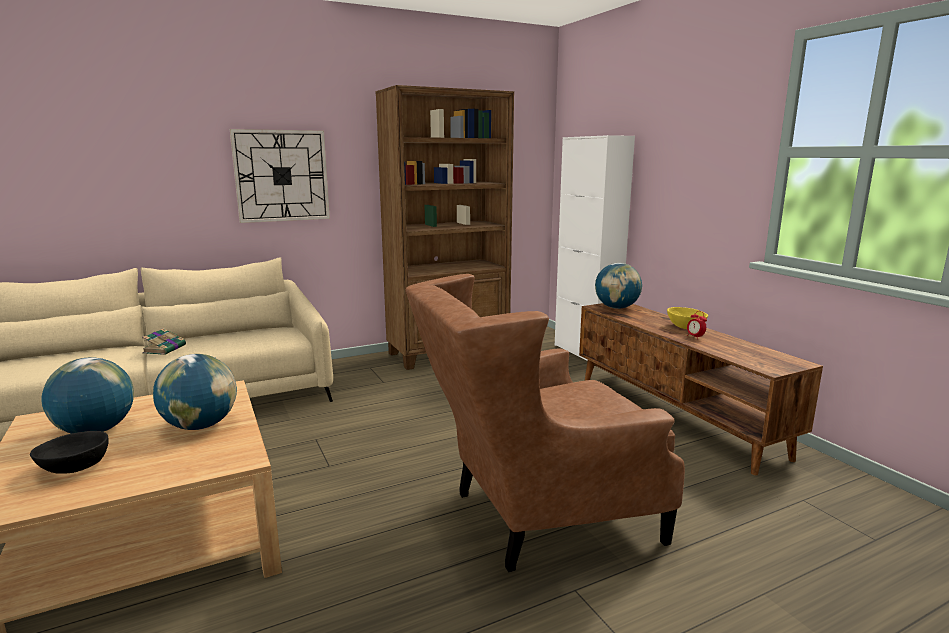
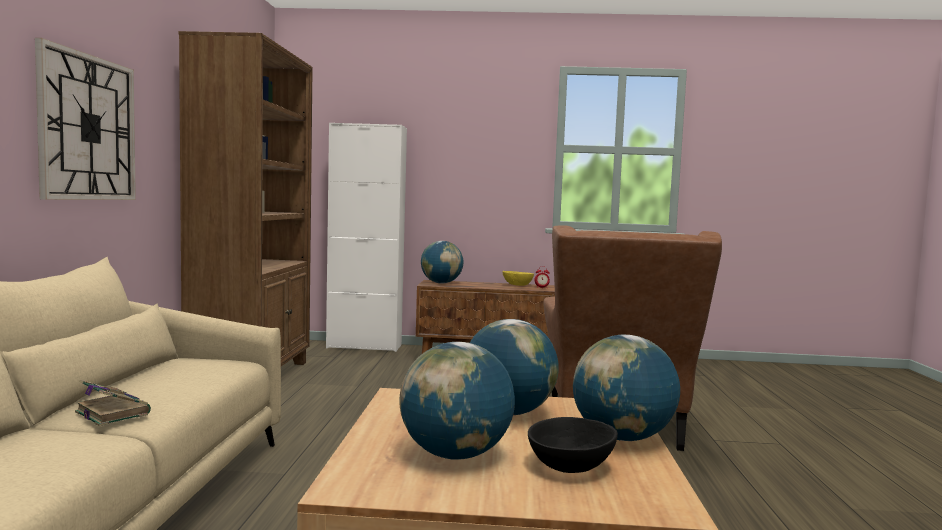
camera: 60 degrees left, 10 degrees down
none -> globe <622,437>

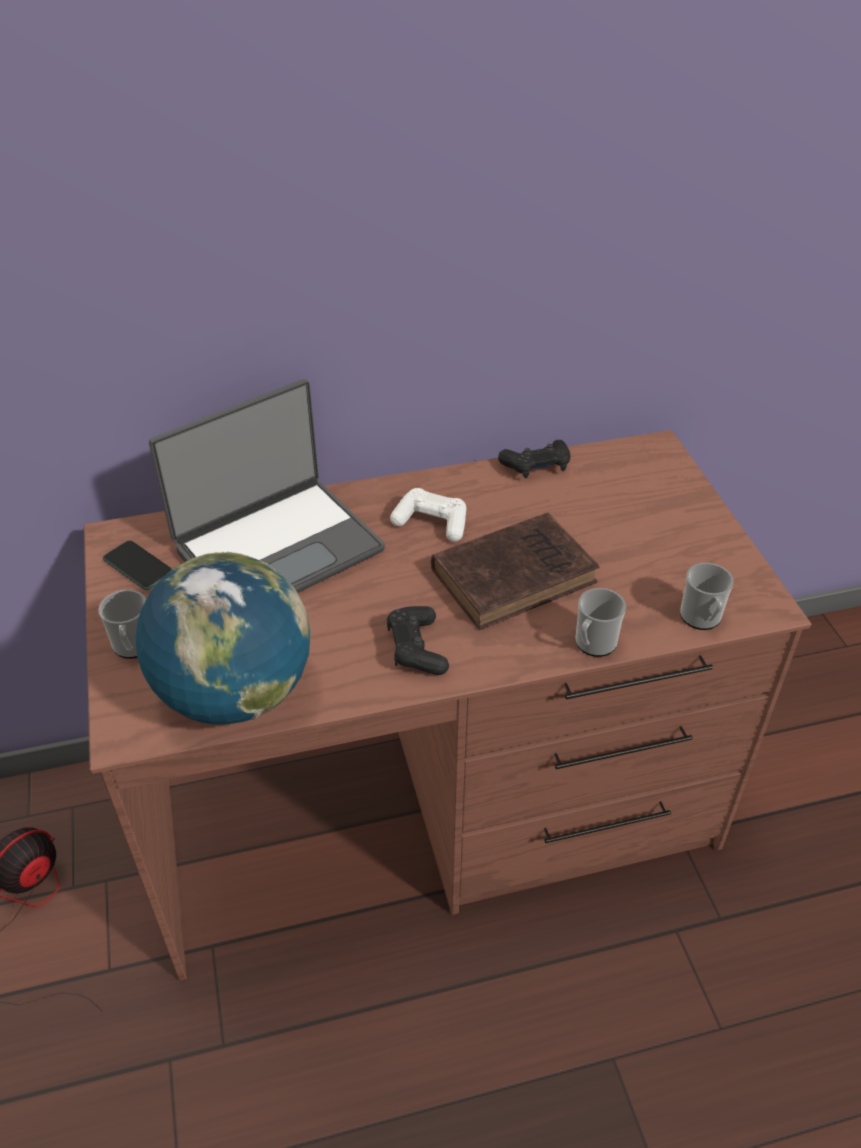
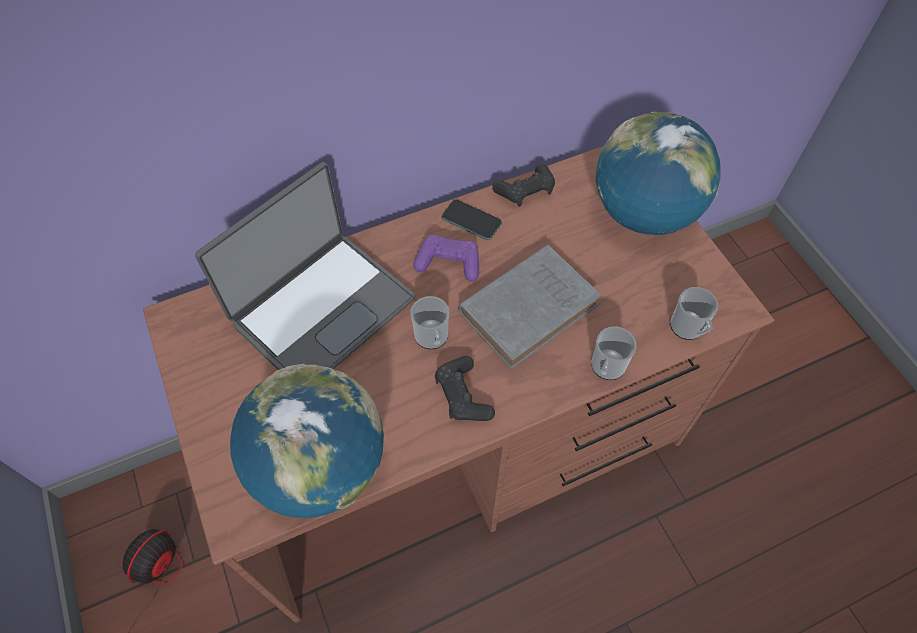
camera: 10 degrees left, 15 degrees up
white game controller <431,523> -> purple game controller <449,263>
brown book <517,575> -> grey book <531,307>
phone <138,566> -> phone <471,220>, shifted
mug <133,647> -> mug <432,338>, shifted
none -> globe <643,213>

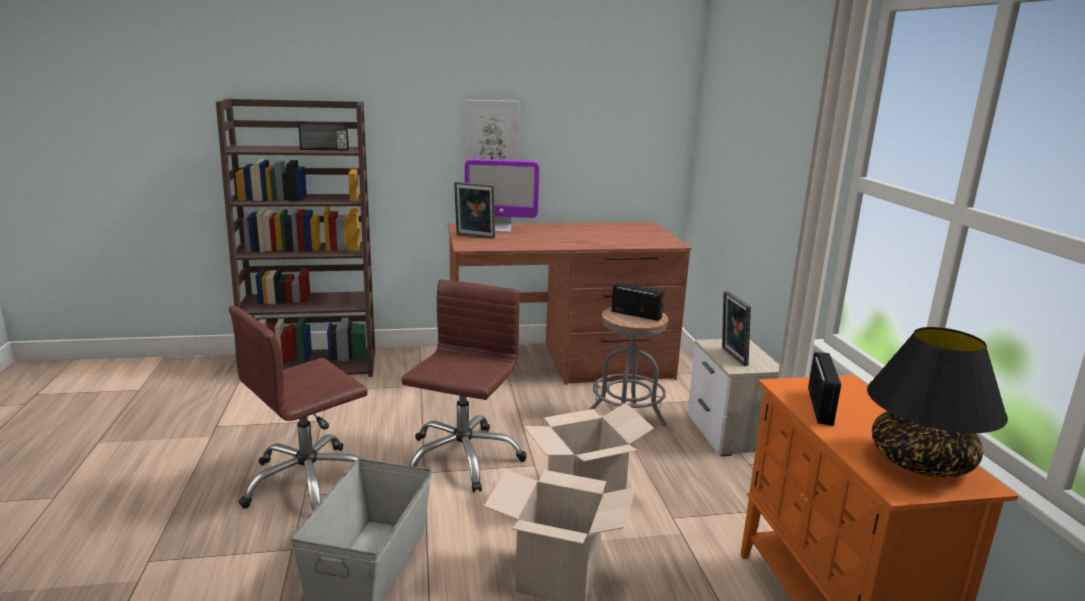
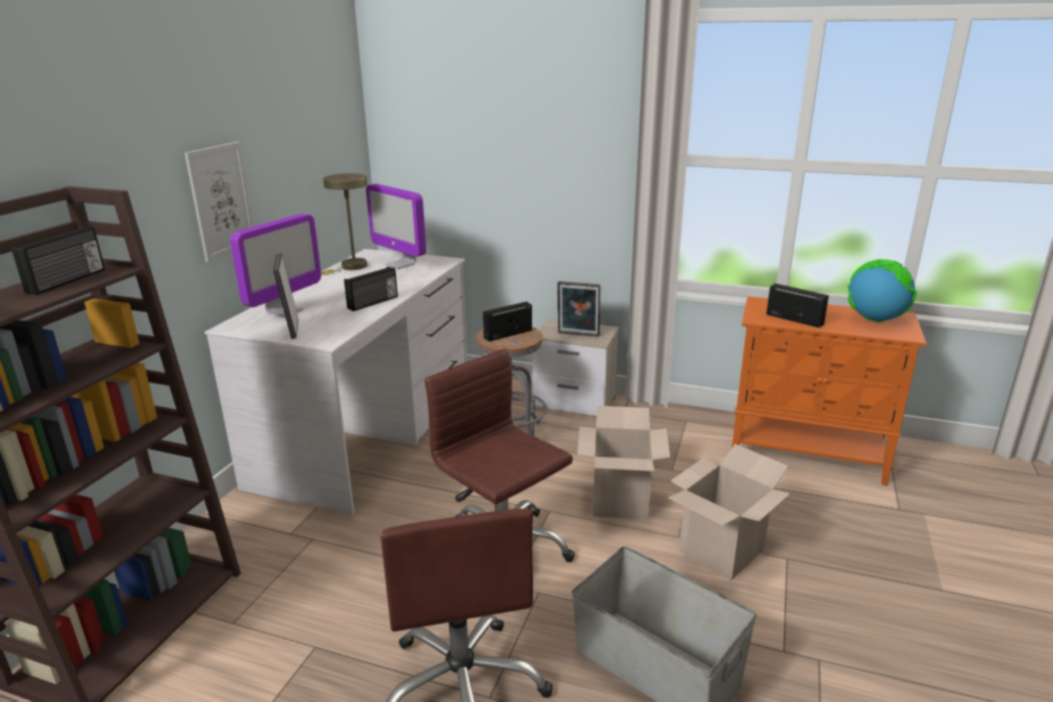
camera: 60 degrees left, 5 degrees up
picture frame <474,236> -> picture frame <291,329>, 120 degrees clockwise
brown desk <559,363> -> white desk <368,433>
black table lamp <920,461> -> globe <875,319>
none -> beige table lamp <350,267>
none -> monitor <401,264>
none -> radio <373,303>

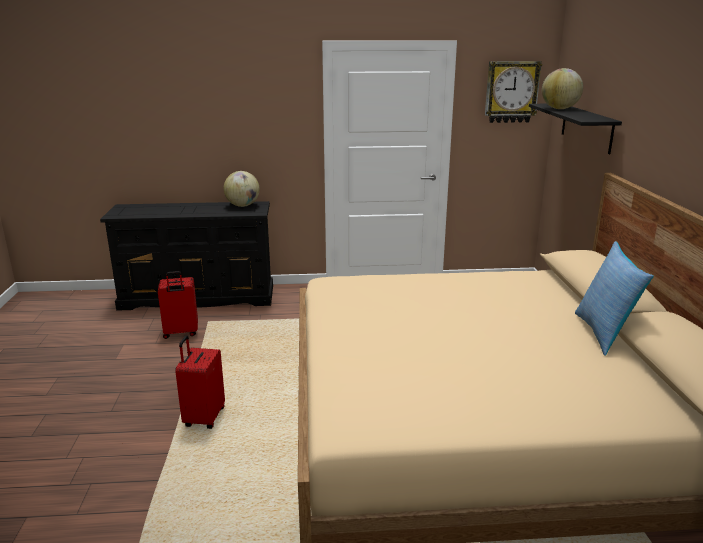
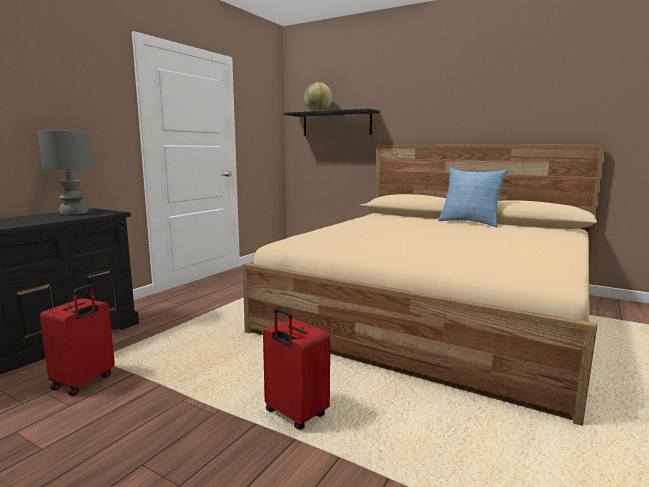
camera: 55 degrees left, 10 degrees down
wall clock <511,92> -> none
globe <242,205> -> grey table lamp <74,212>

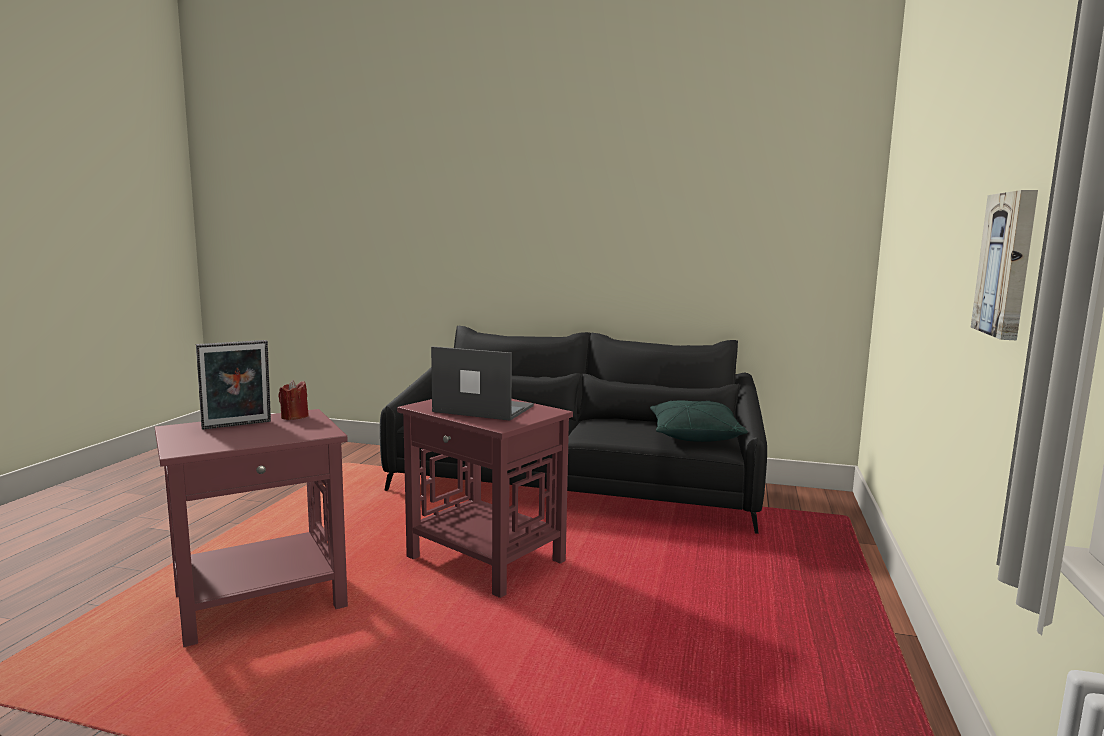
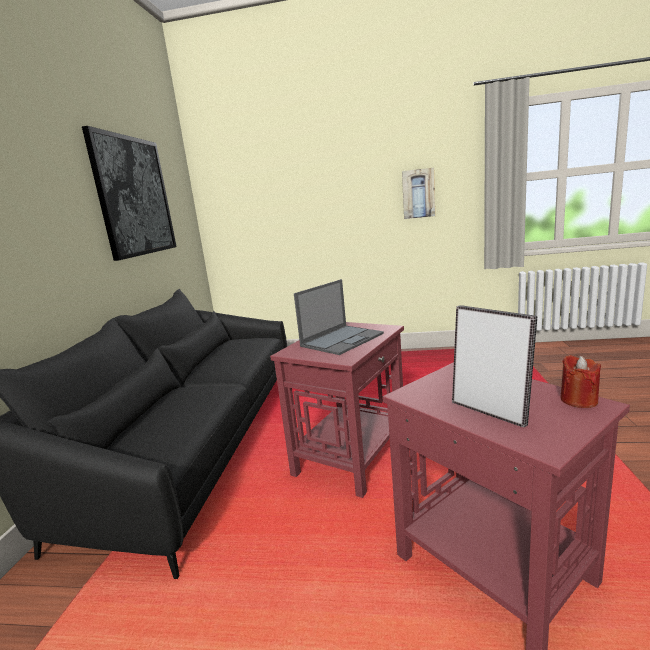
camera: 95 degrees left, 5 degrees up
laptop <482,409> -> laptop <342,339>, 150 degrees counterclockwise
red candle <294,417> -> red candle <578,400>, shifted
green pillow <694,435> -> none
none -> picture <134,196>

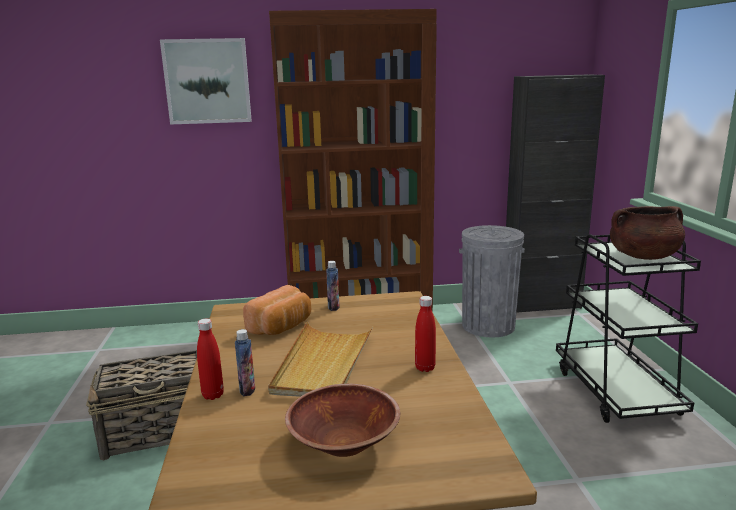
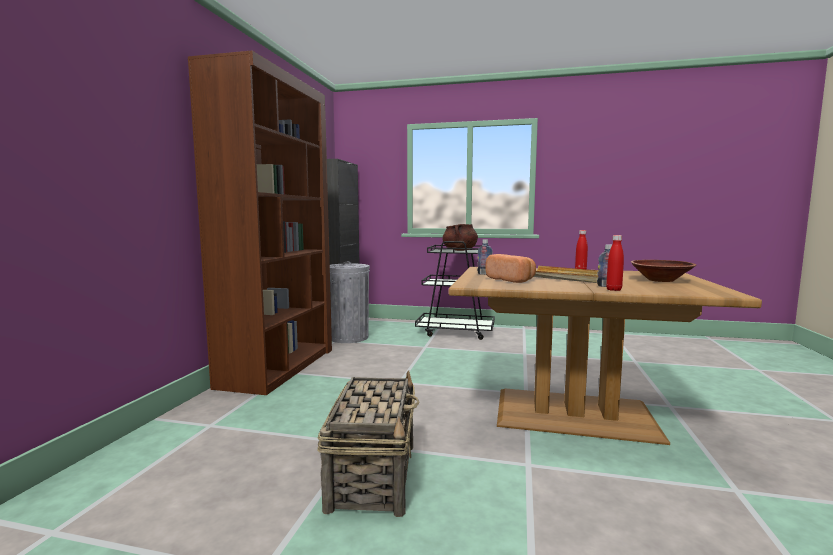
camera: 70 degrees left, 10 degrees down
picture <207,81> -> none

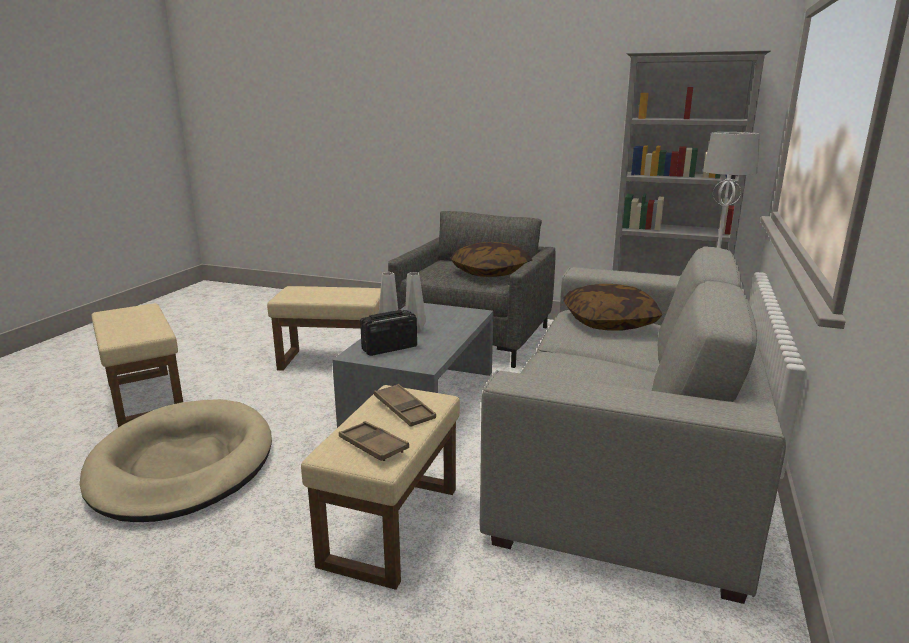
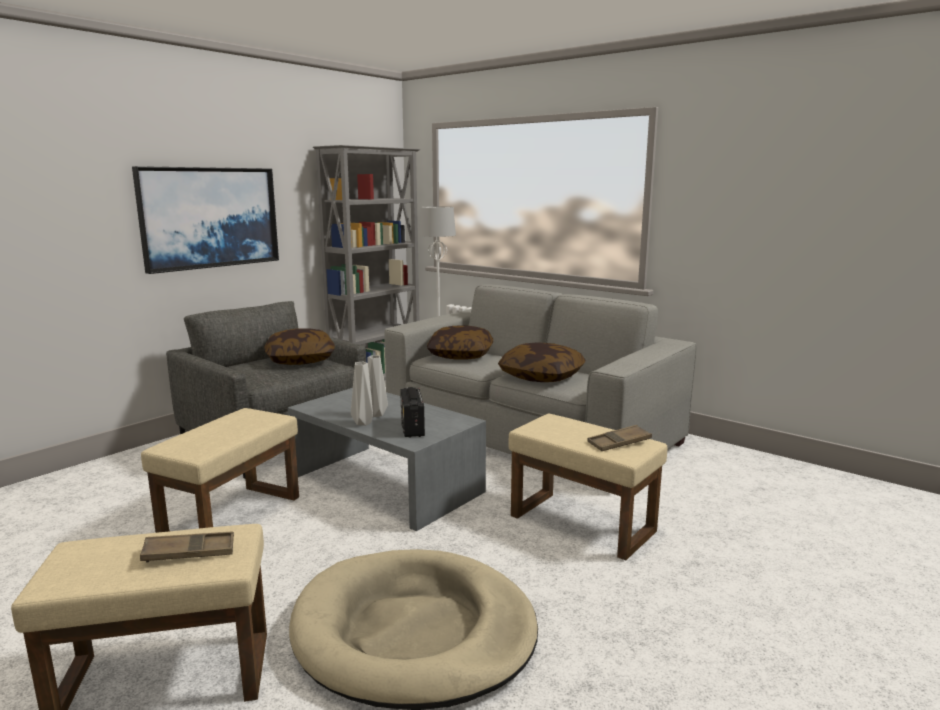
camera: 70 degrees left, 5 degrees down
brown tray <404,410> -> brown tray <189,552>, shifted
none -> picture <210,217>
none -> pillow <541,376>

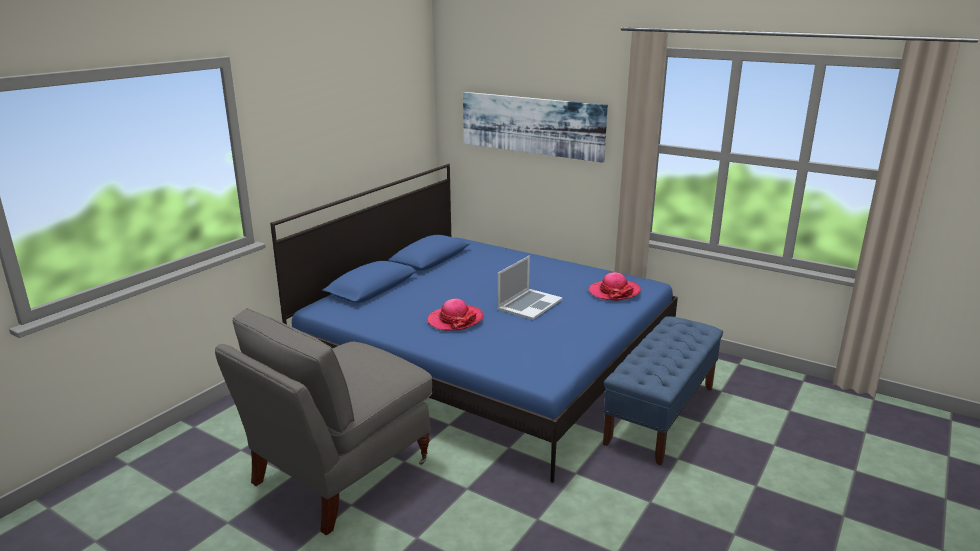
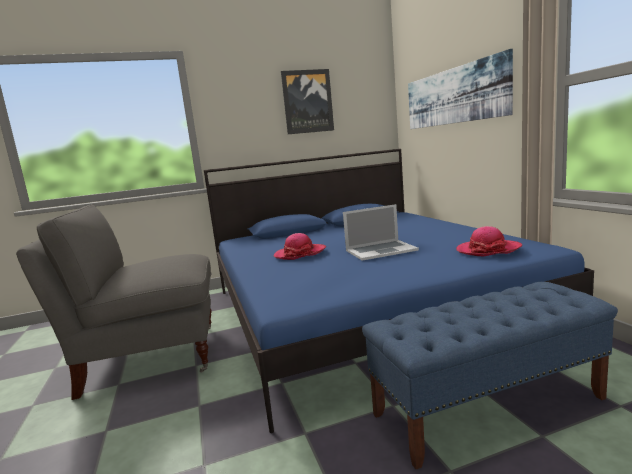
camera: 40 degrees right, 10 degrees down
none -> picture <307,101>

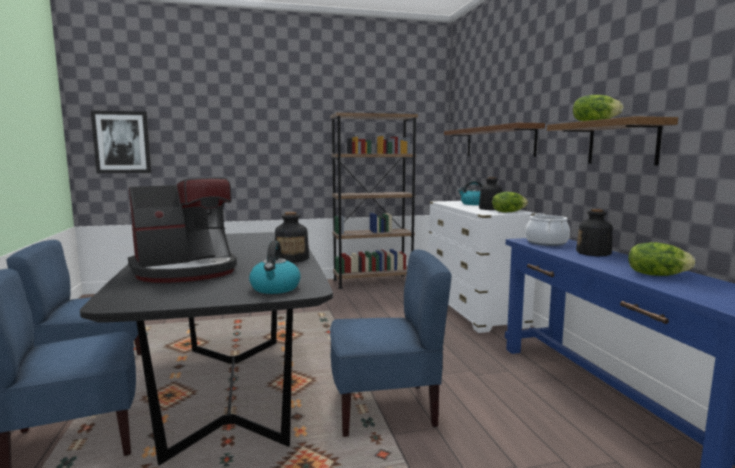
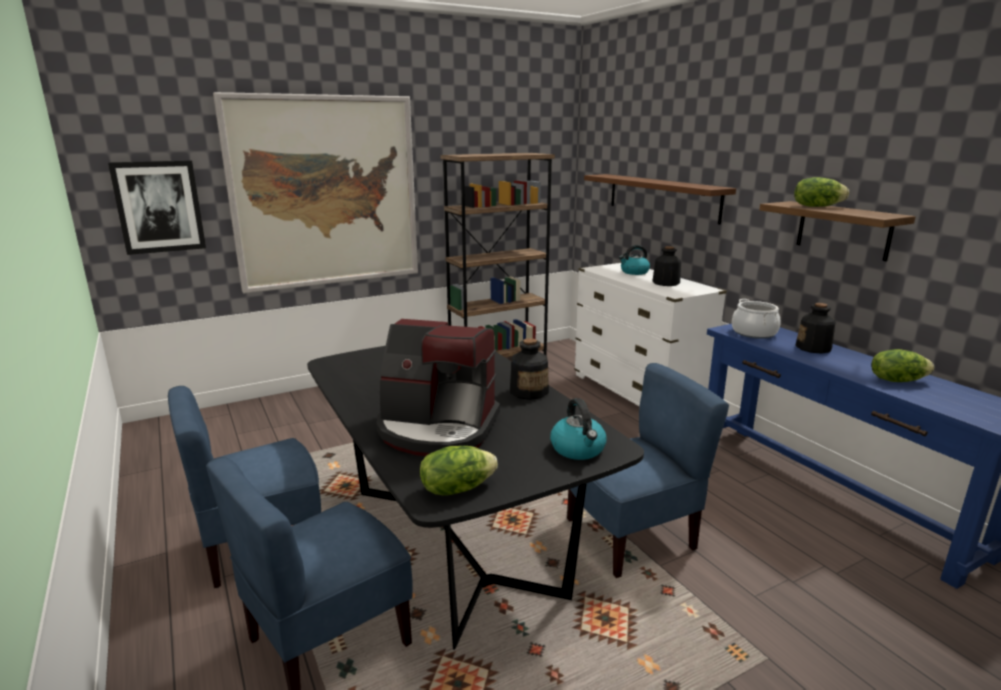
camera: 15 degrees left, 10 degrees up
coffee machine <186,270> -> coffee machine <437,429>, 60 degrees clockwise
lettuce <508,212> -> lettuce <456,488>, shifted
none -> picture <325,192>

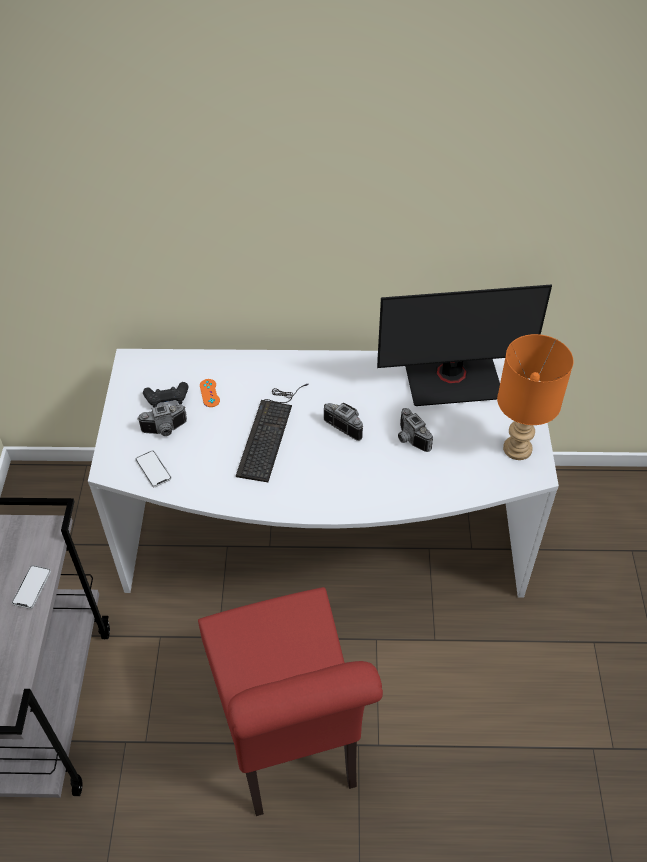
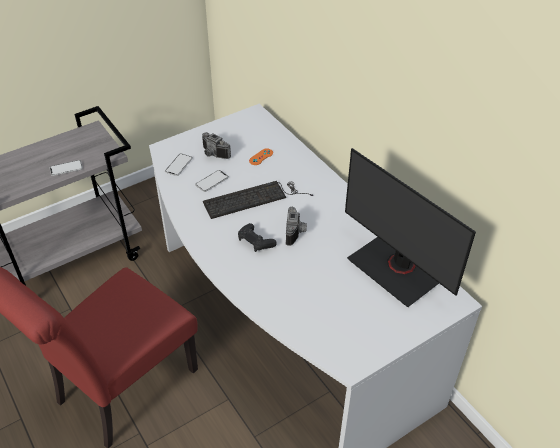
camera: 55 degrees right, 5 degrees down
orange table lamp <516,449> -> none
black game controller <167,399> -> black game controller <255,242>, shifted
photo camera <409,439> -> none
none -> phone <212,181>

